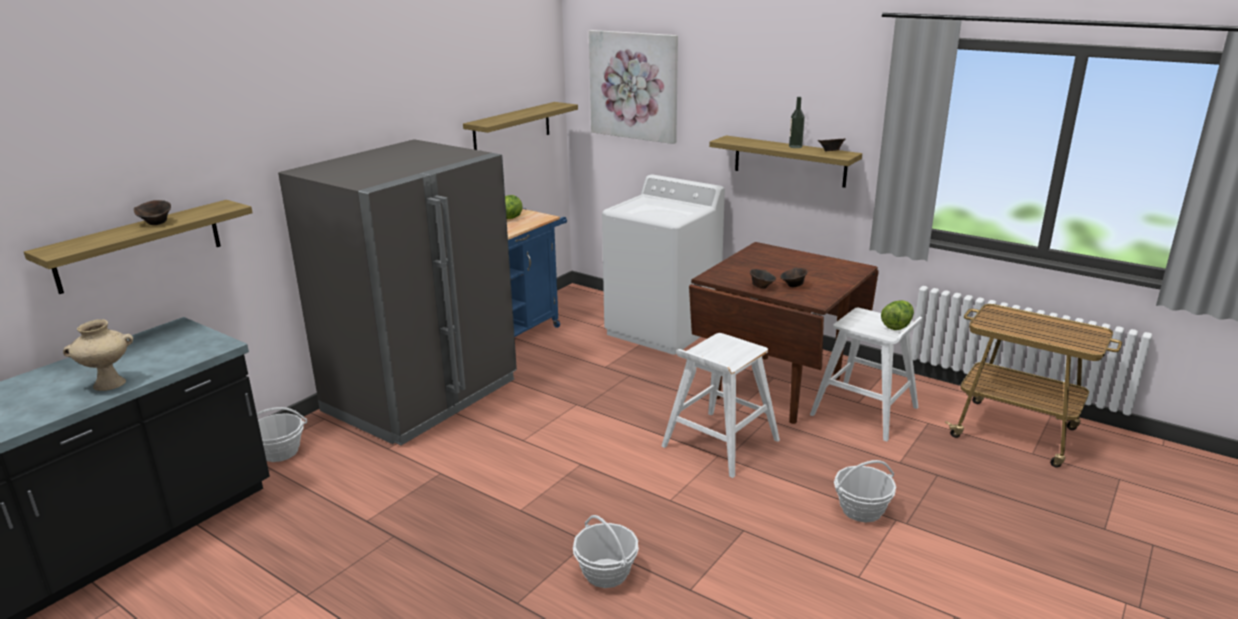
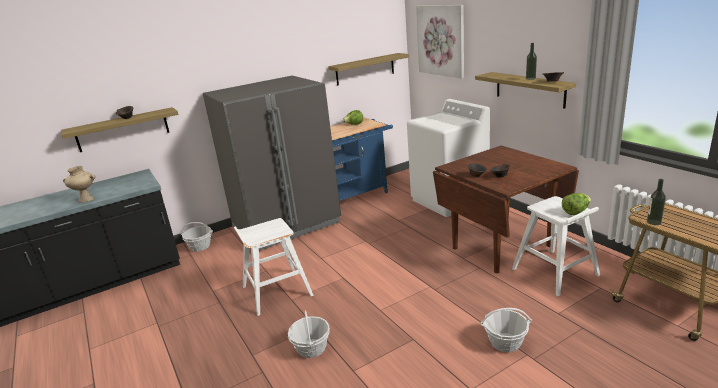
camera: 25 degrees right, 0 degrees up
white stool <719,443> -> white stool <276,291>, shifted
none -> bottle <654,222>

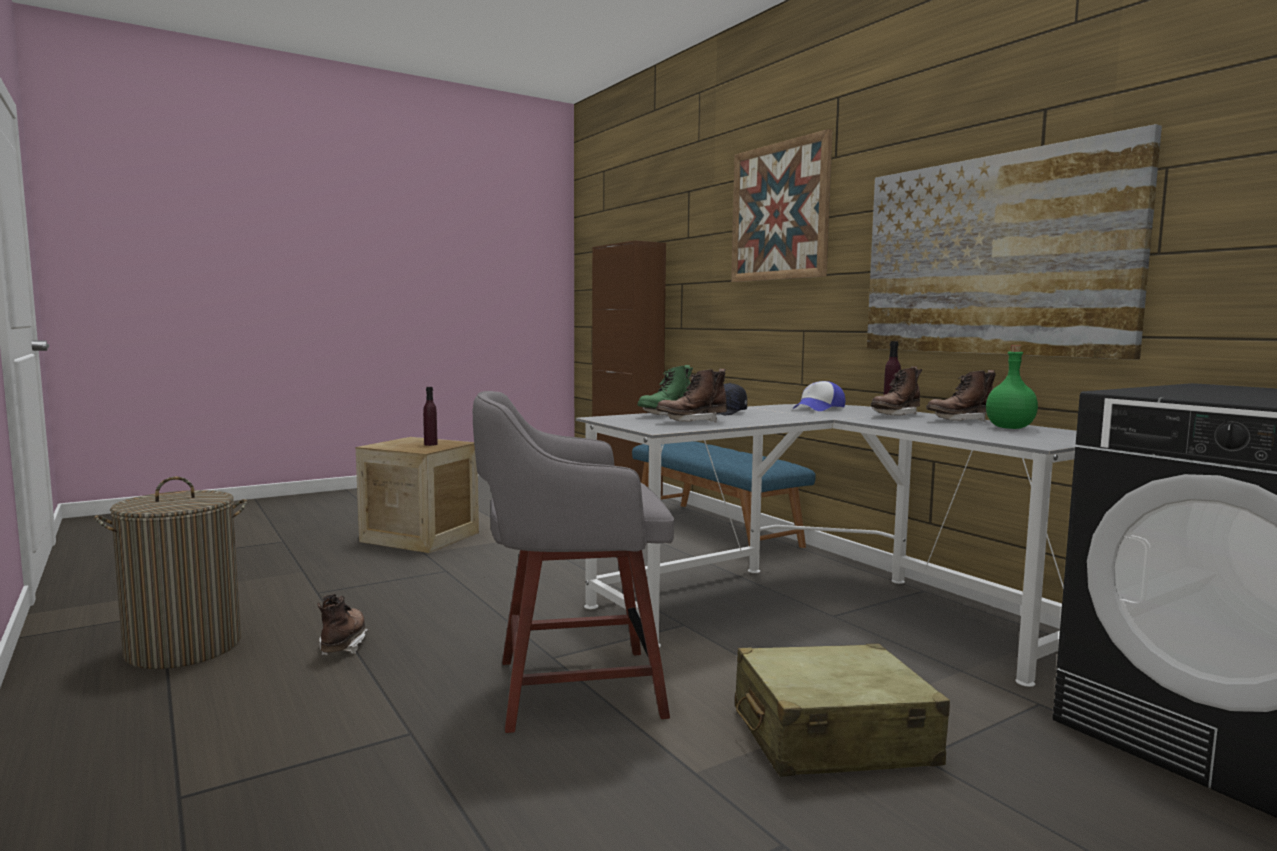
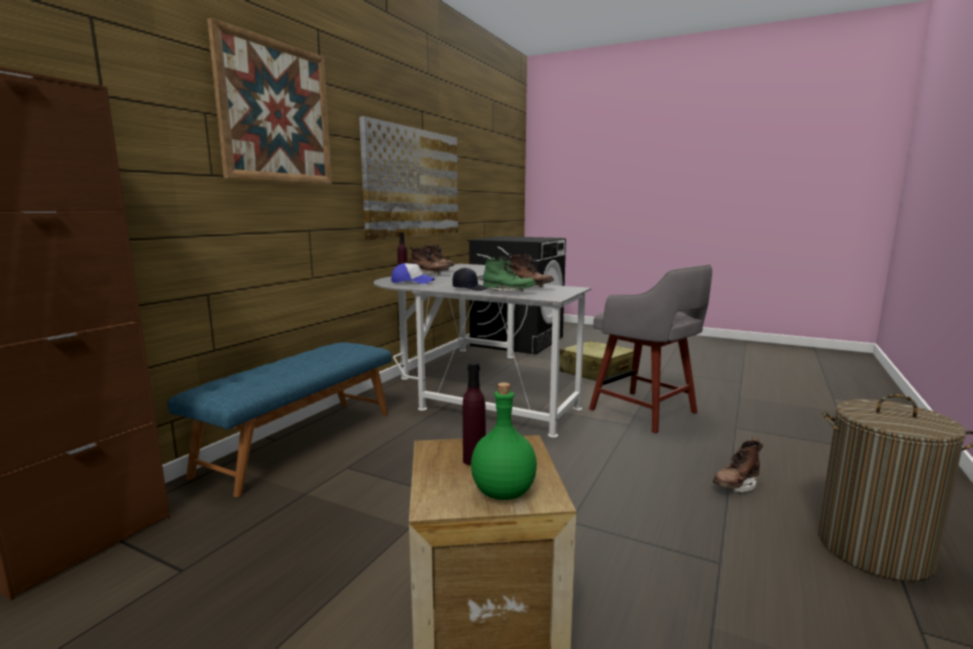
camera: 120 degrees left, 5 degrees up
green bottle <1010,428> -> green bottle <502,492>, shifted

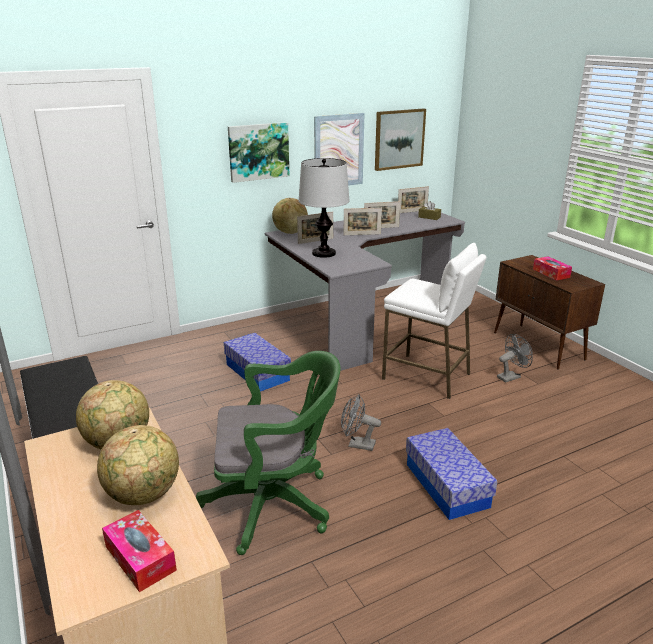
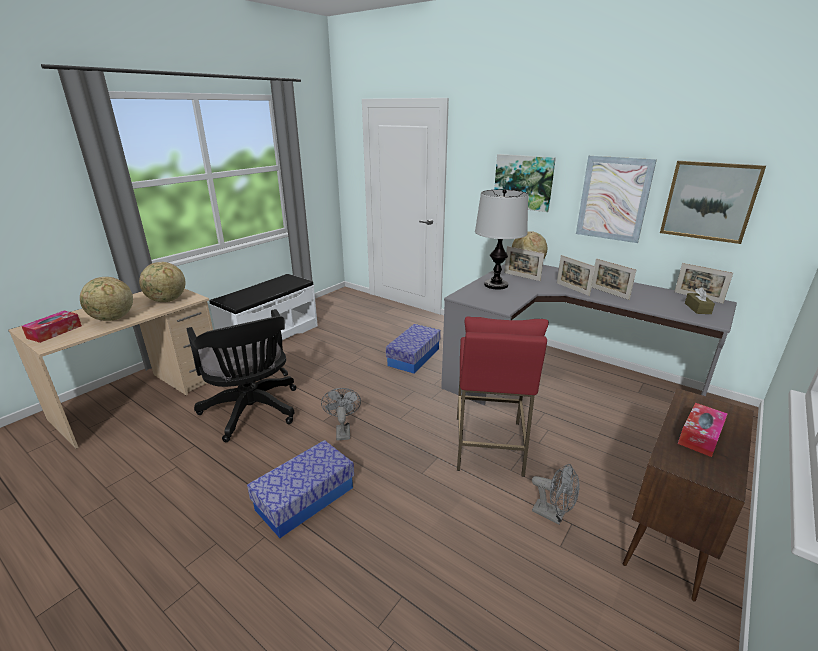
camera: 65 degrees right, 0 degrees up
white stool <427,376> -> red stool <489,445>
green office chair <275,504> -> black office chair <253,412>

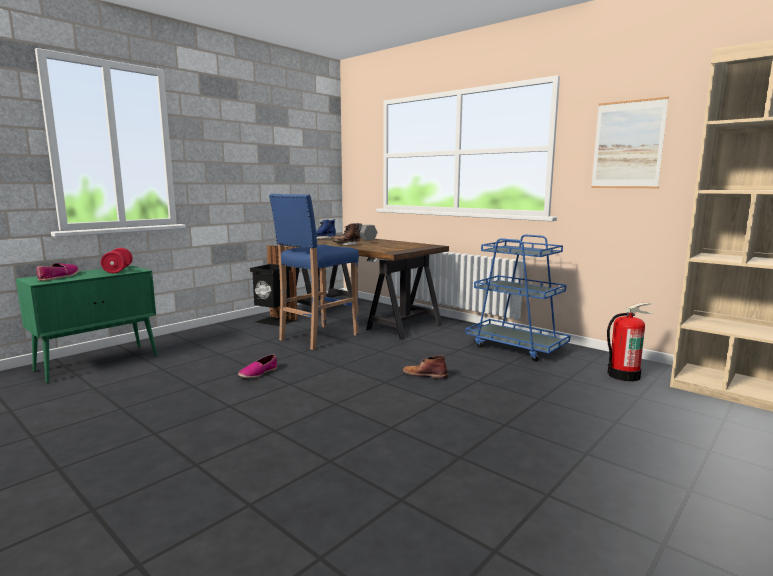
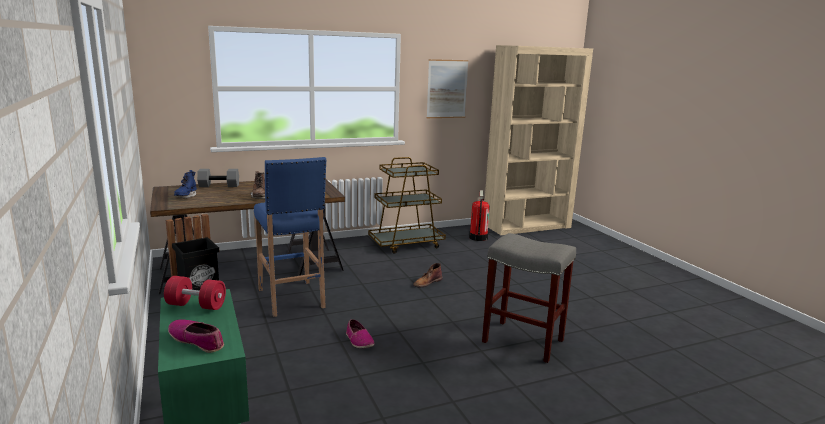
camera: 65 degrees left, 5 degrees up
blue cart <516,347> -> brown cart <406,244>
none -> grey stool <524,341>

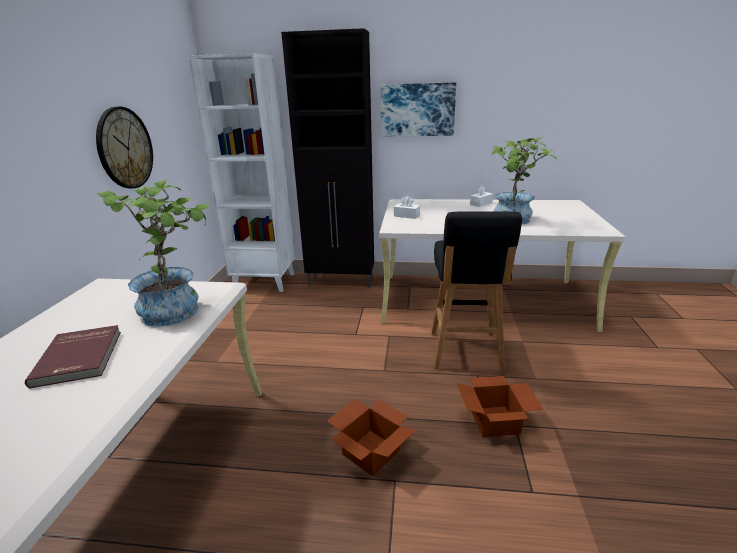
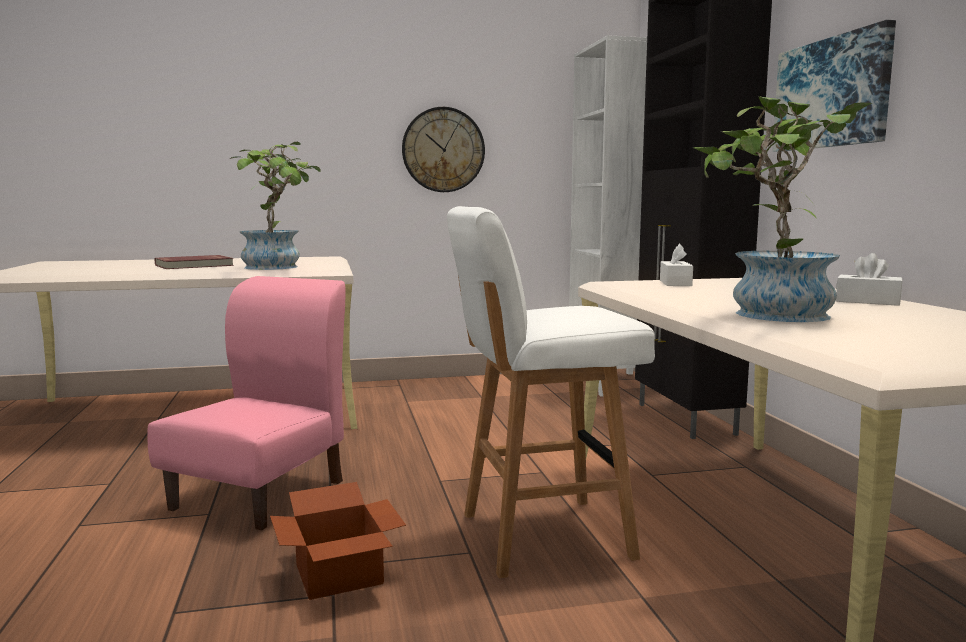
camera: 70 degrees right, 15 degrees down
black stool <465,352> -> white stool <541,536>
cardboard box <370,451> -> pink chair <261,494>

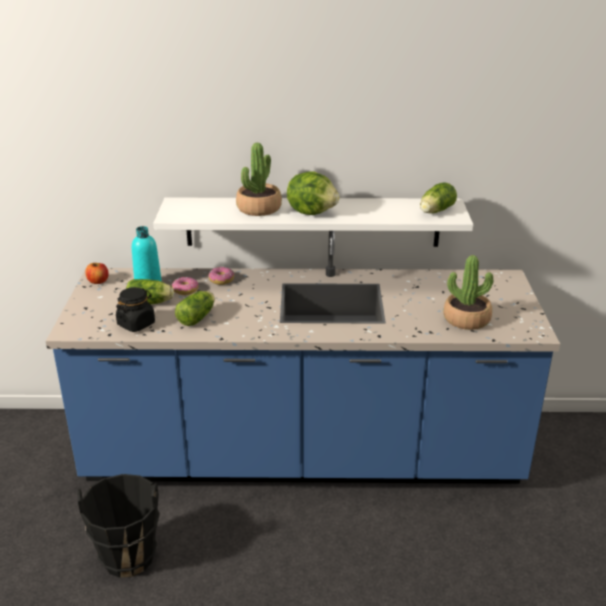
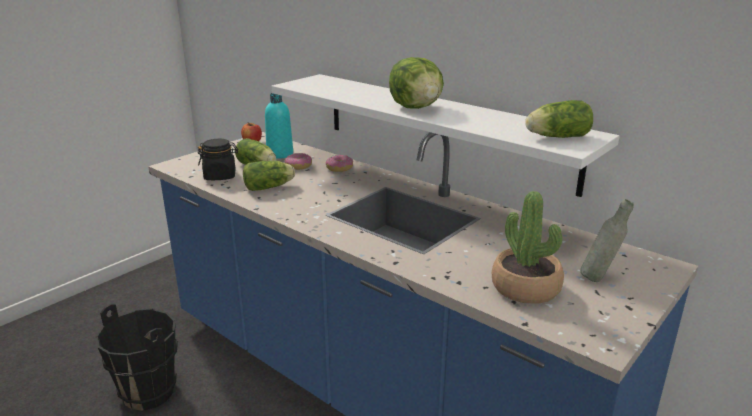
camera: 40 degrees right, 5 degrees down
potted plant <259,208> -> none
none -> grey bottle <599,278>

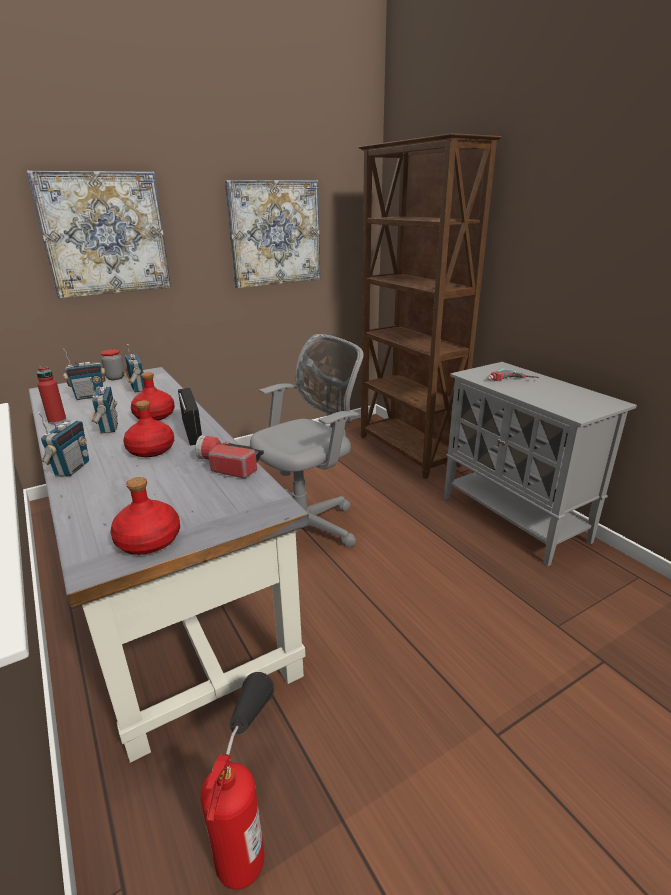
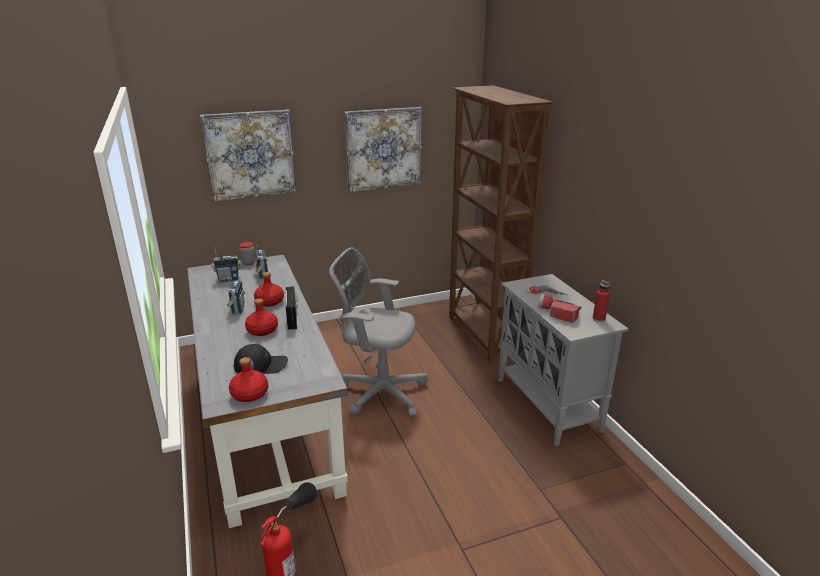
camera: 10 degrees right, 0 degrees up
grey office chair <306,527> -> grey office chair <379,391>, 135 degrees counterclockwise
red bottle <57,421> -> red bottle <599,319>, shifted
radio <71,468> -> none
flashlight <227,465> -> flashlight <557,313>, shifted
none -> black cap <261,365>

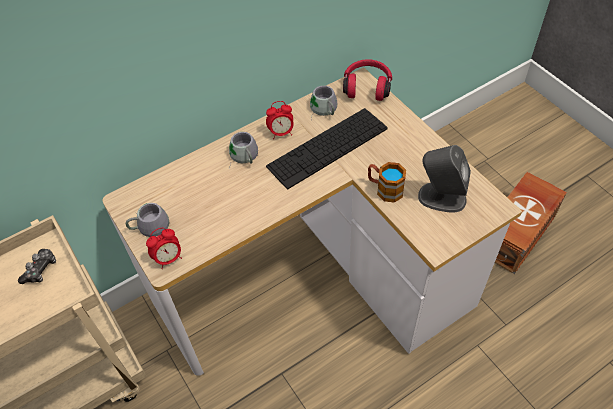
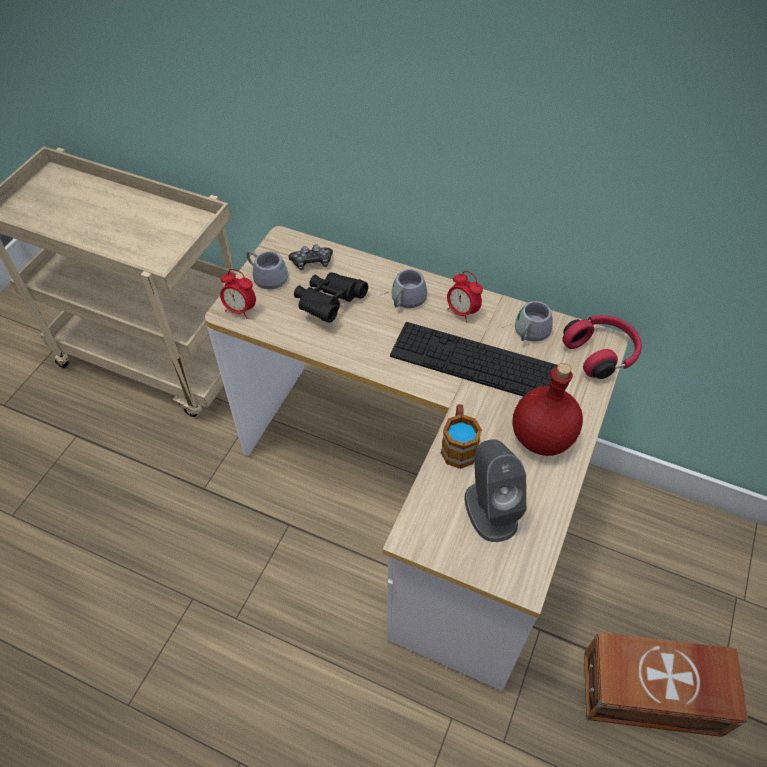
camera: 55 degrees right, 0 degrees up
game controller <40,270> -> game controller <312,262>, shifted
none -> black binoculars <329,304>
none -> red bottle <542,438>

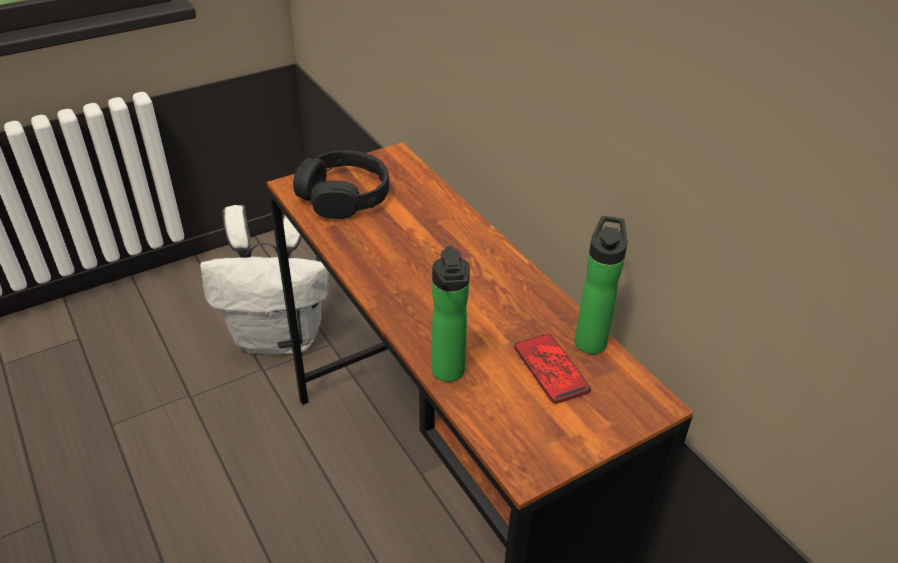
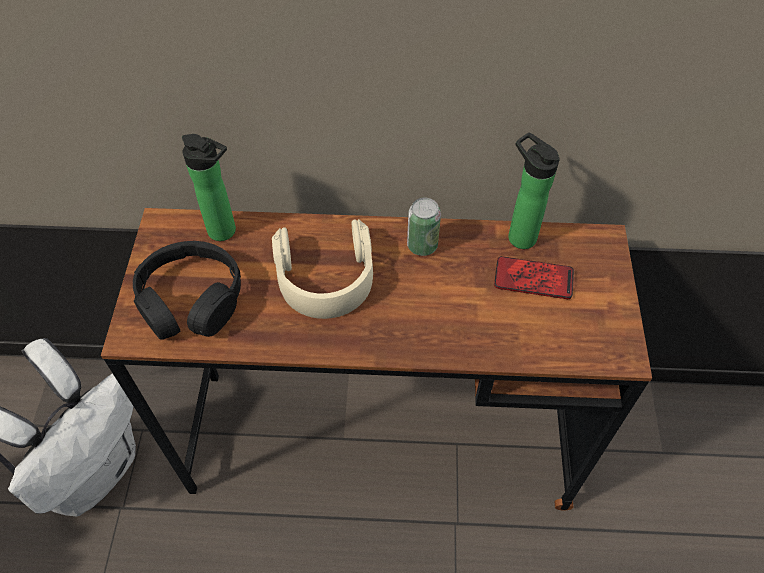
camera: 55 degrees left, 15 degrees up
bottle <449,374> -> bottle <225,232>, shifted
none -> can <422,245>
none -> beige headphones <325,277>

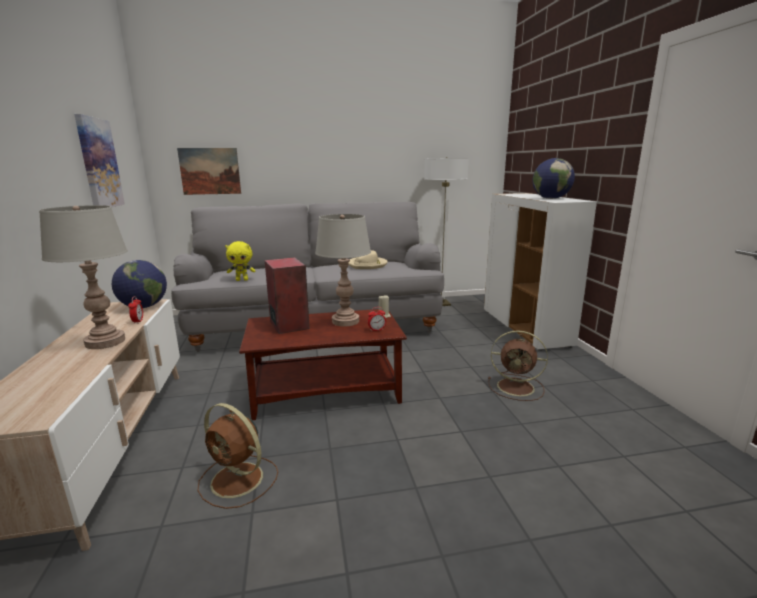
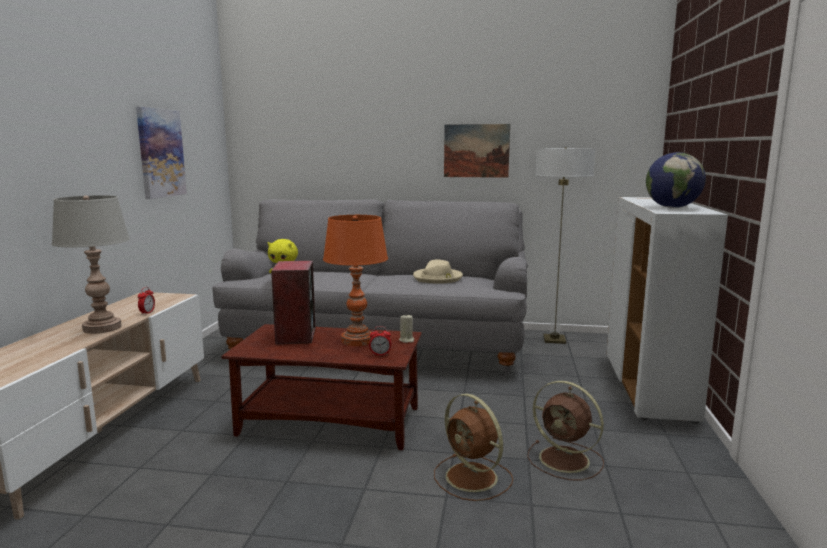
camera: 20 degrees right, 5 degrees down
picture <210,171> -> picture <476,151>, shifted
grey table lamp <345,321> -> orange table lamp <357,340>
globe <144,307> -> none
brown fan <239,480> -> brown fan <473,478>, shifted

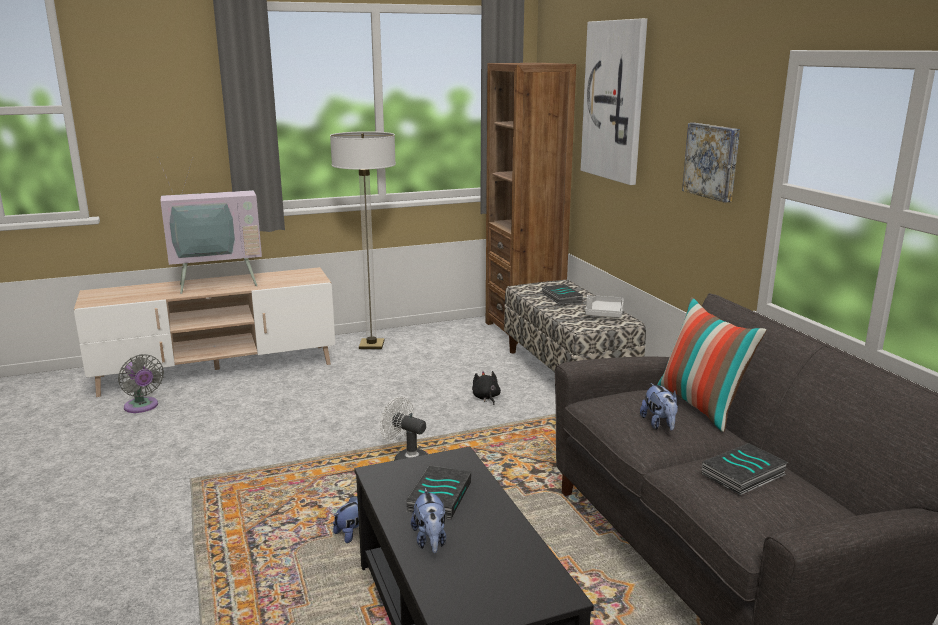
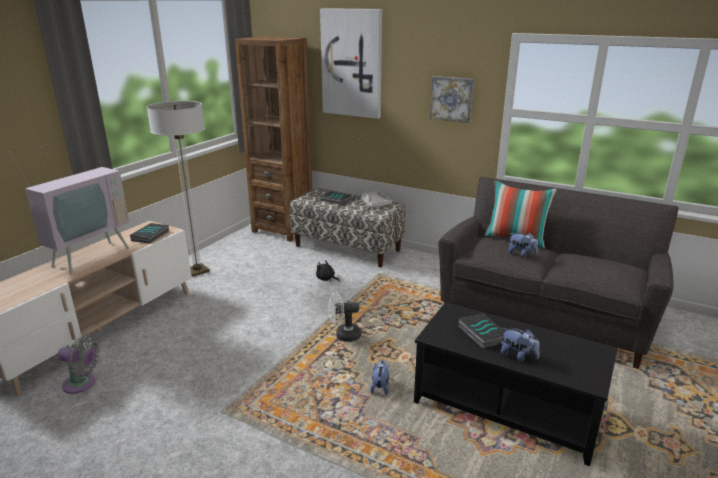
camera: 40 degrees left, 5 degrees up
book <744,475> -> book <151,236>, shifted

